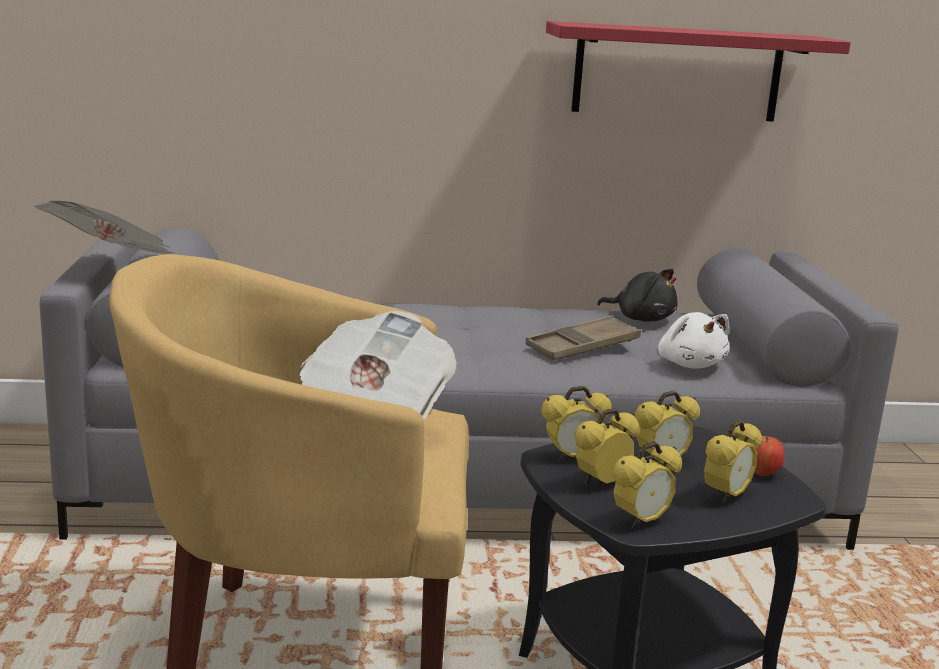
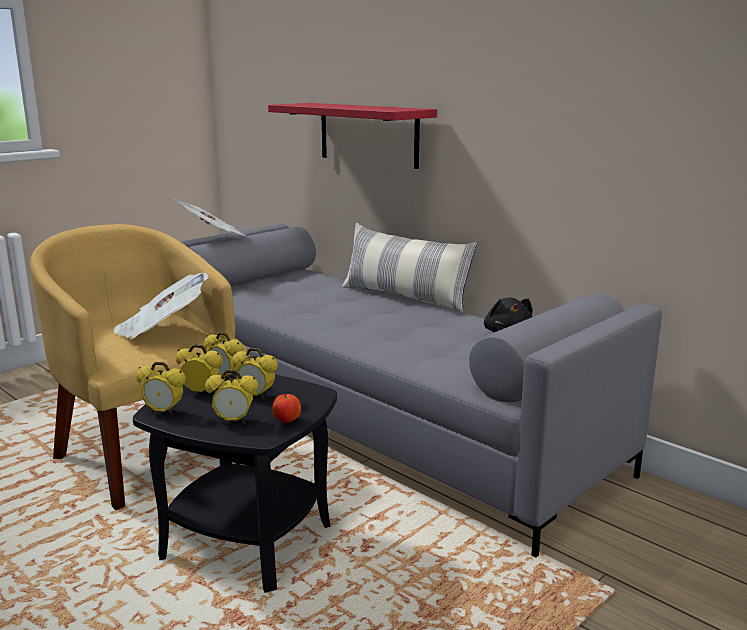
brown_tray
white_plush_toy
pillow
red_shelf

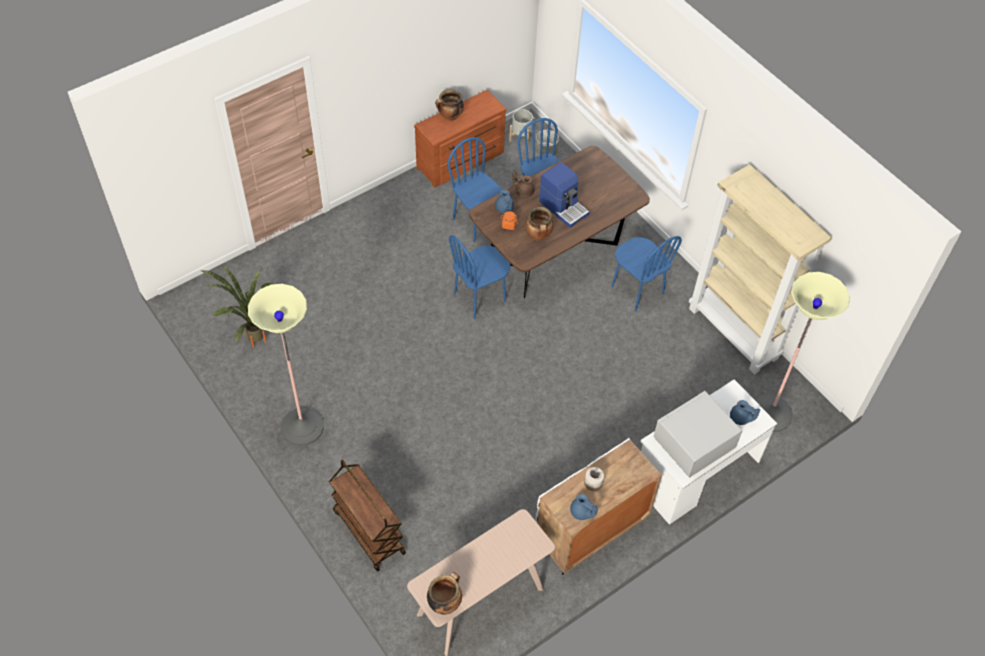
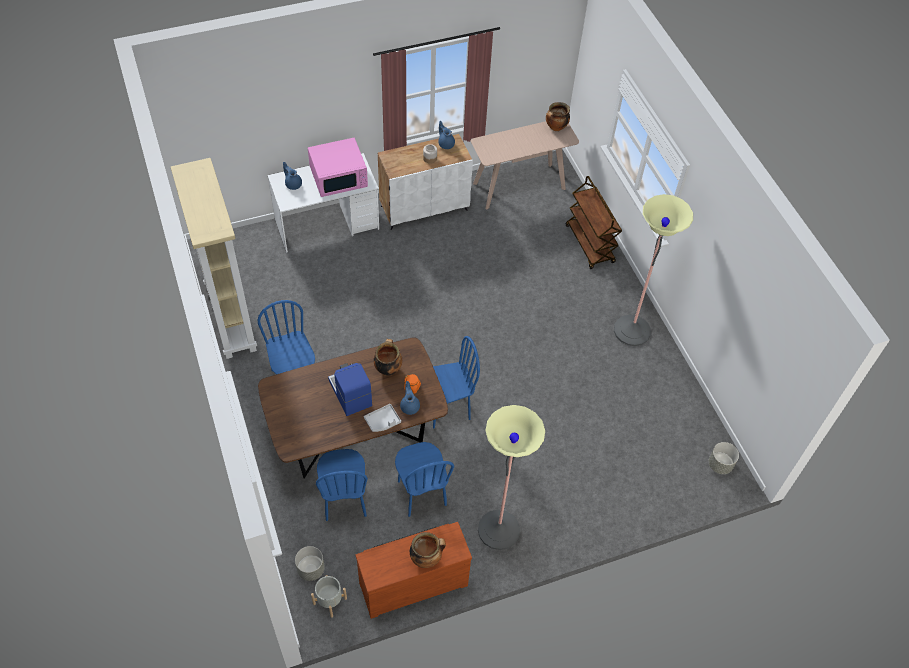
potted_plant
grey_planter (3rd from left)
floor_lamp (1st from left)
grey_tray
pink_microwave

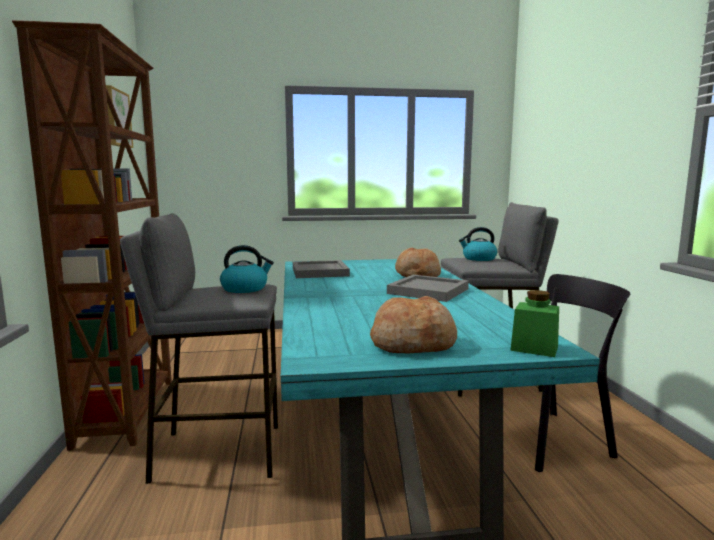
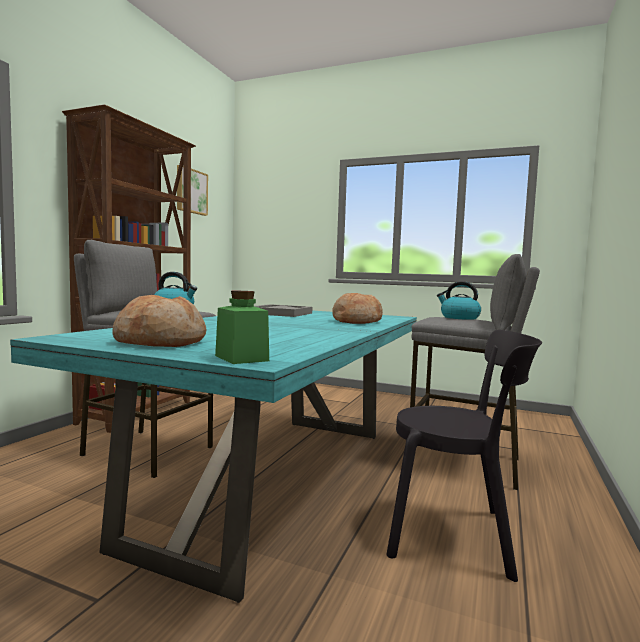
grey_tray (2nd from left in the first image)

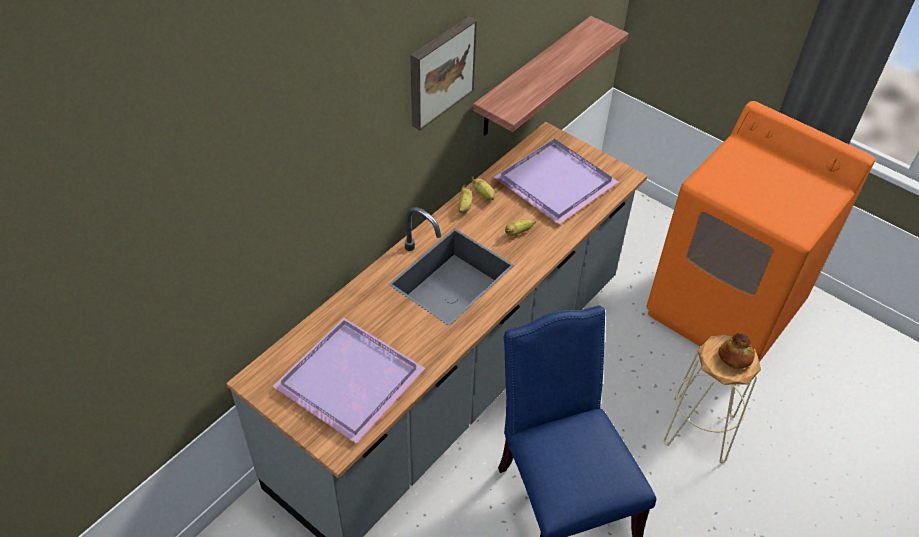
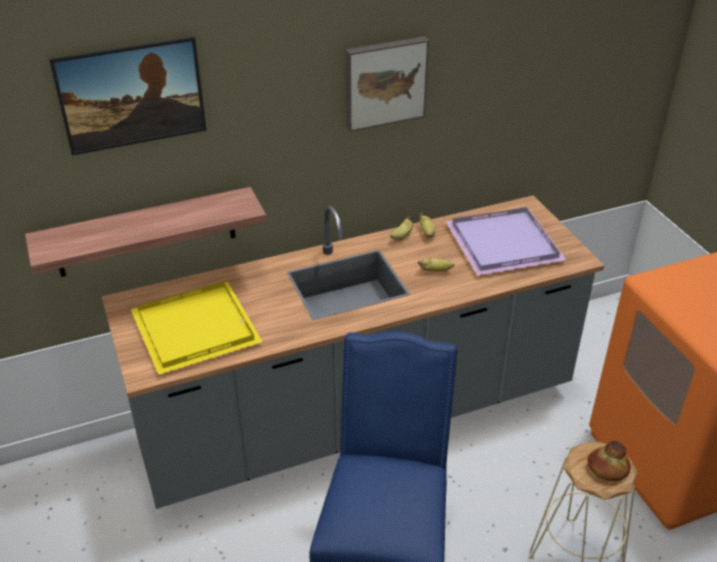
picture (1st from left)
shelf
yellow_tray

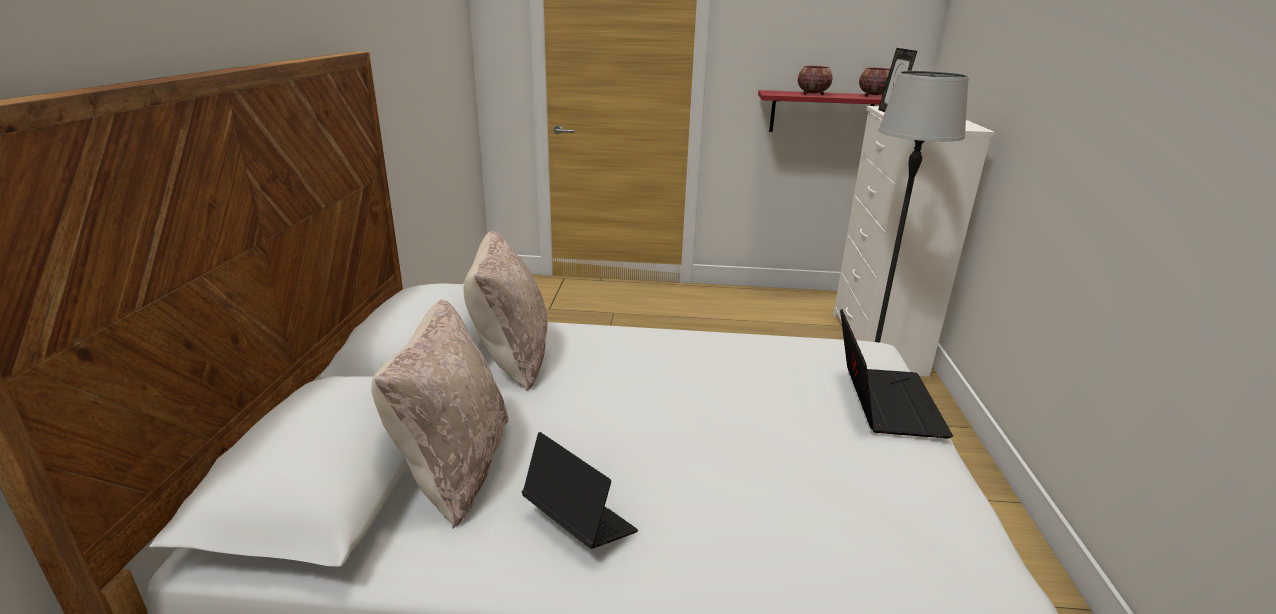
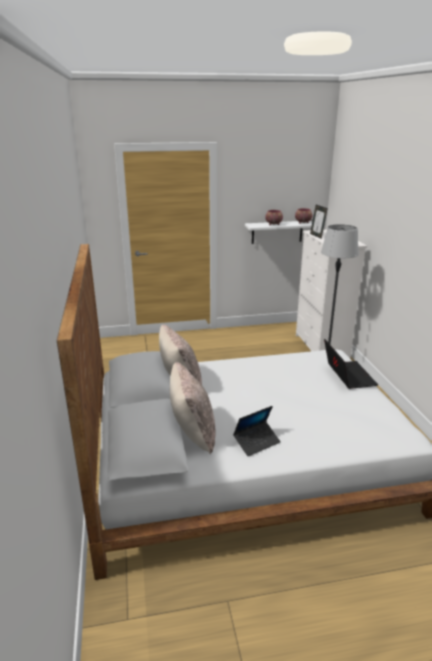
white_shelf
laptop (1st from left)

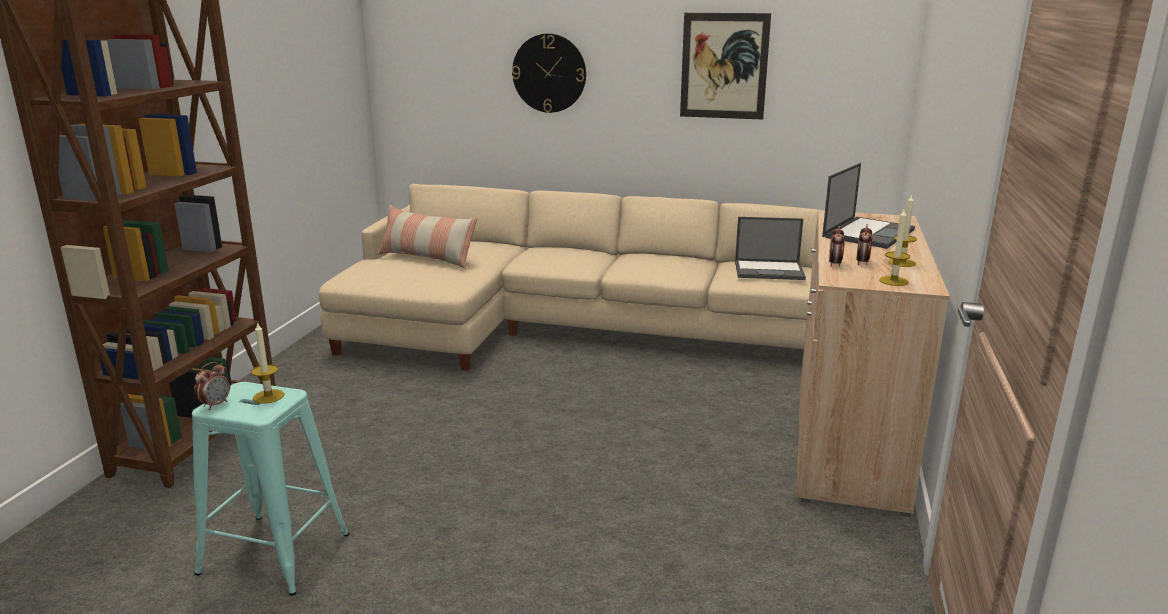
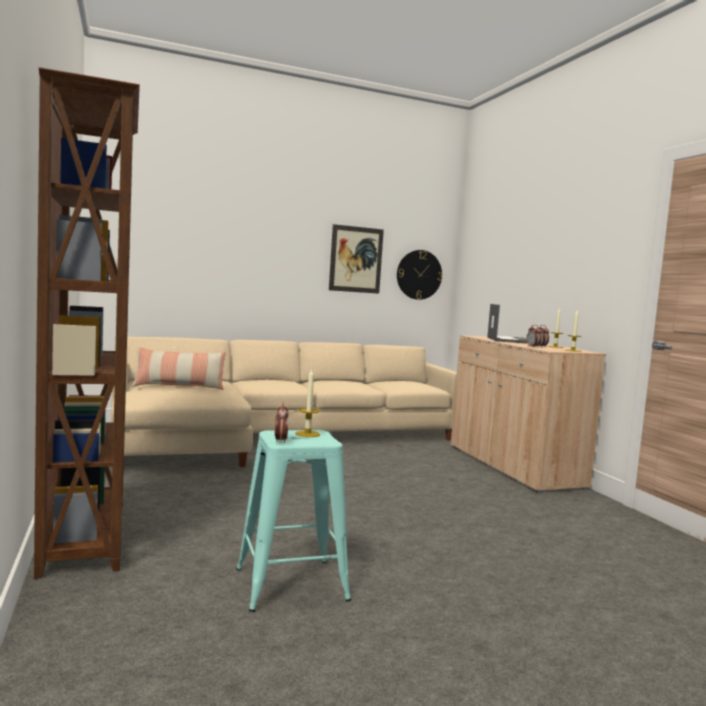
laptop (1st from left in the first image)
wall_clock

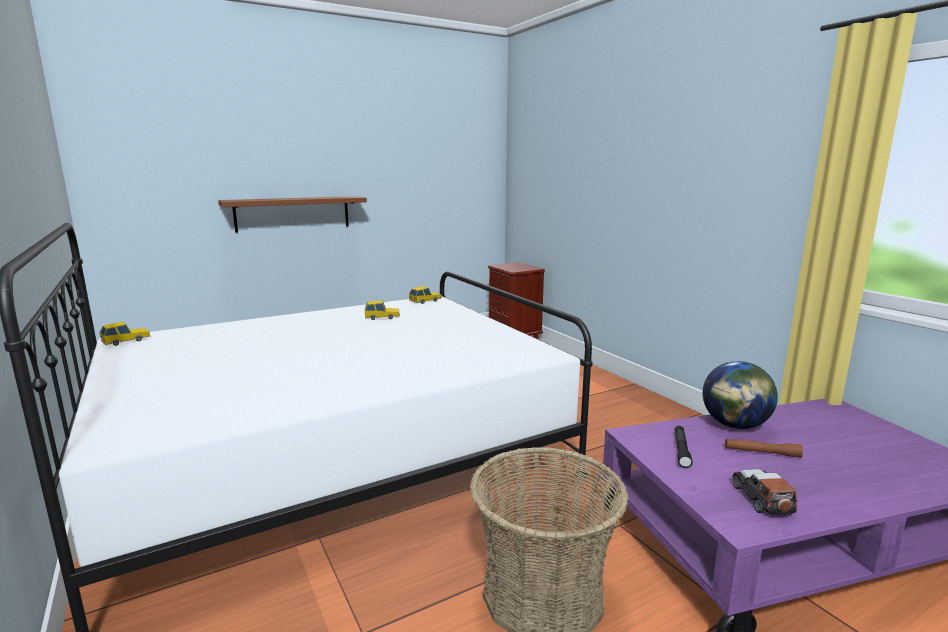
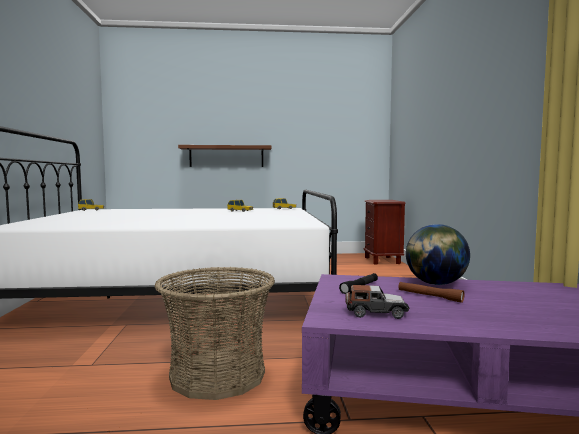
toy_car (4th from left)

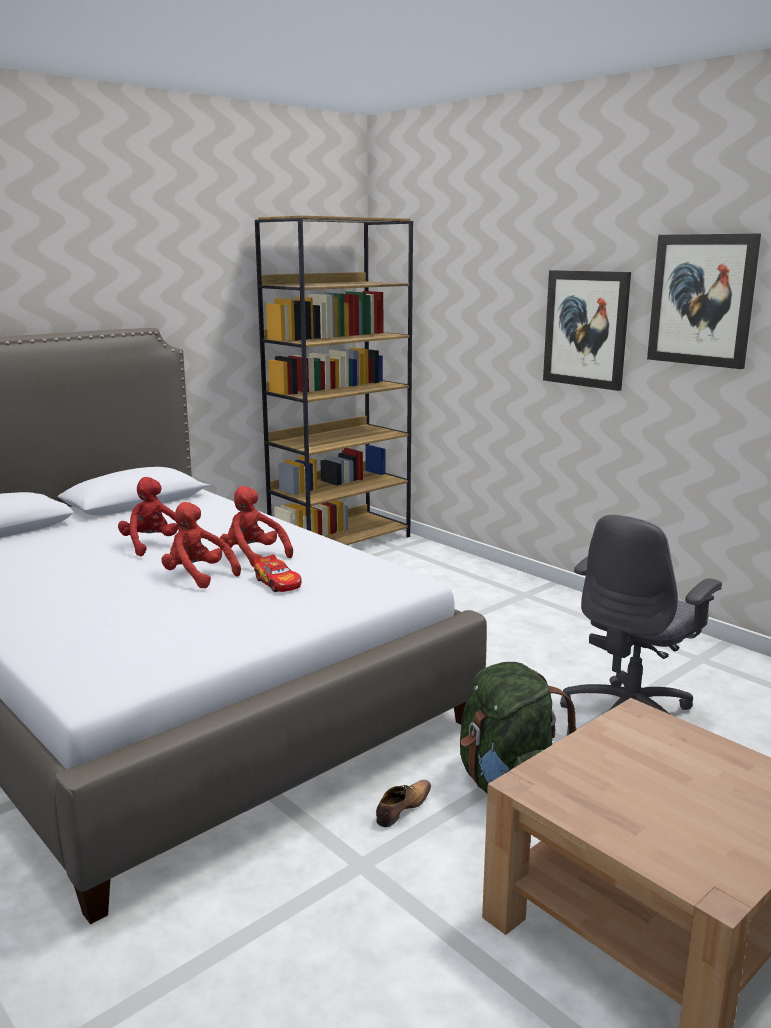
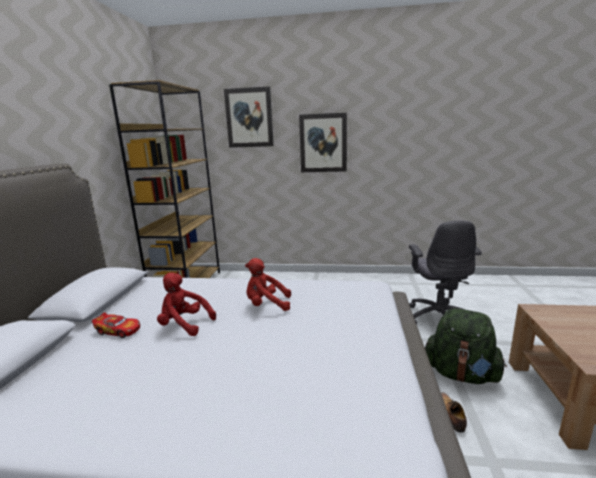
red_plush_toy (2nd from left in the first image)
toy_car
picture (1st from left)

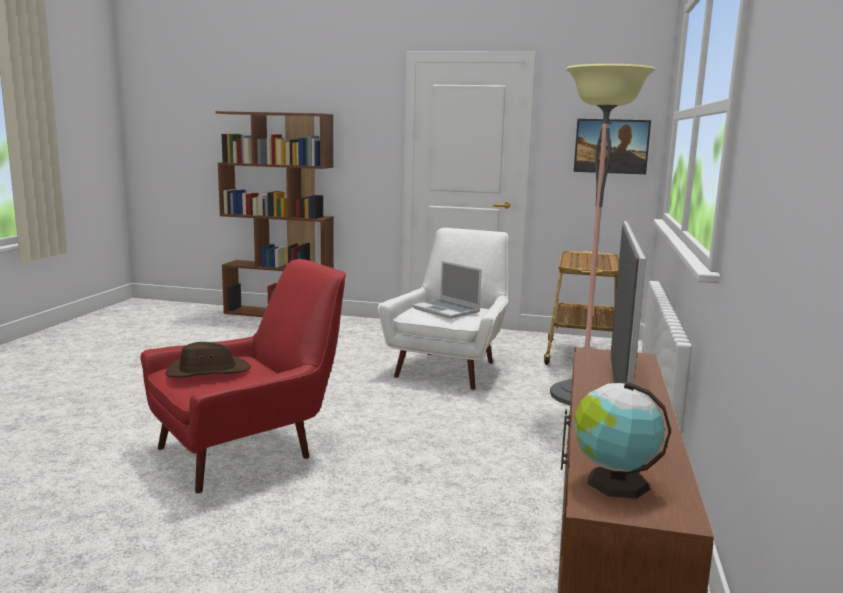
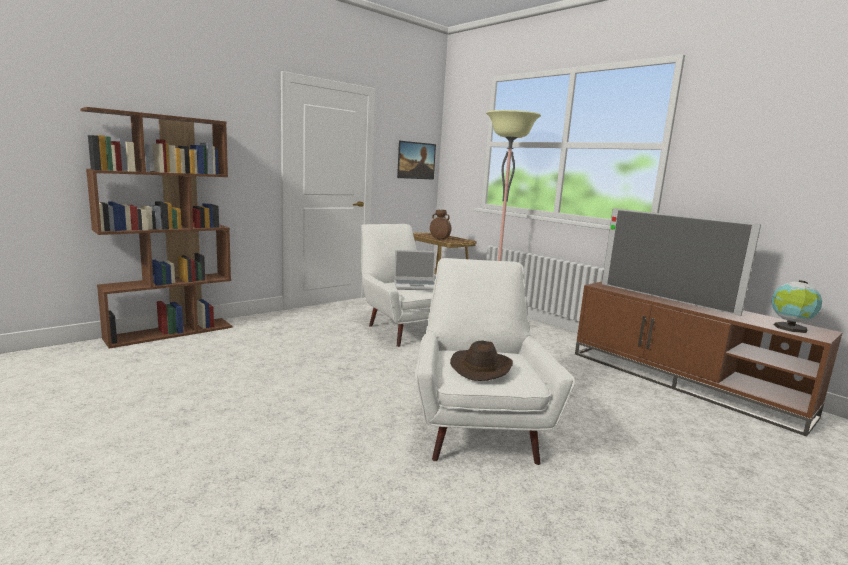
brown_vase
white_armchair (2nd from left)

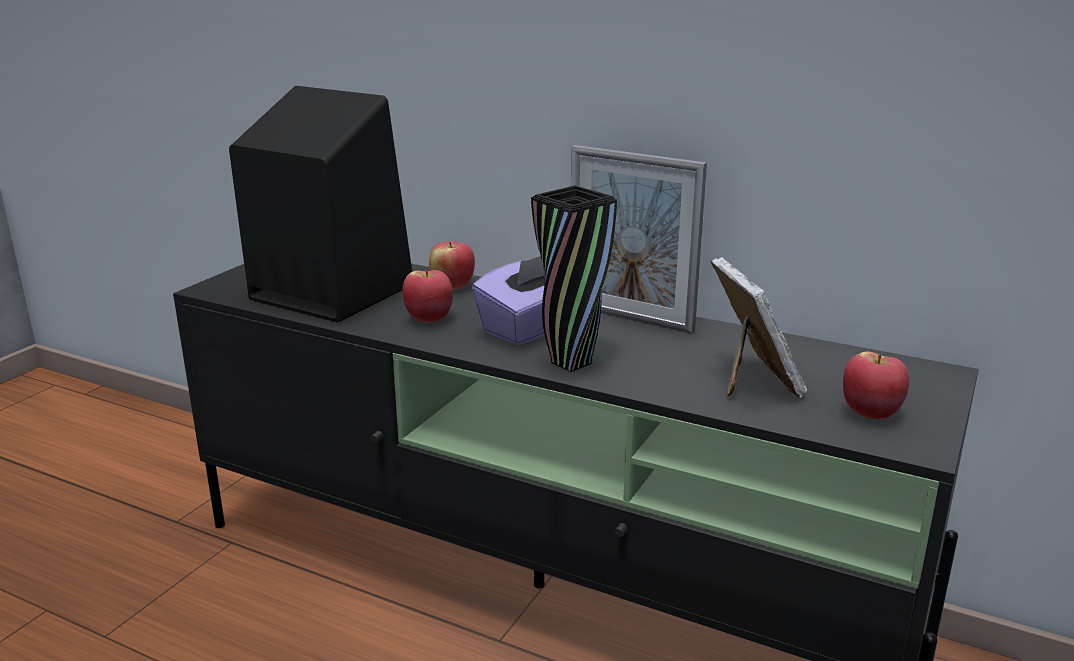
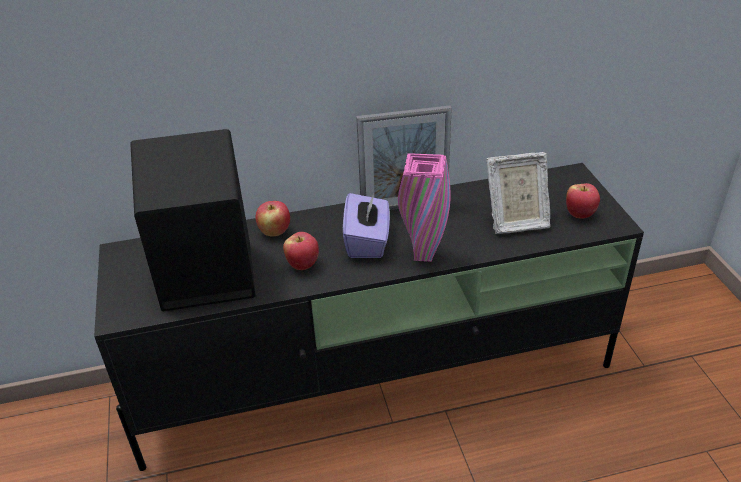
pink_vase
picture_frame (2nd from left)

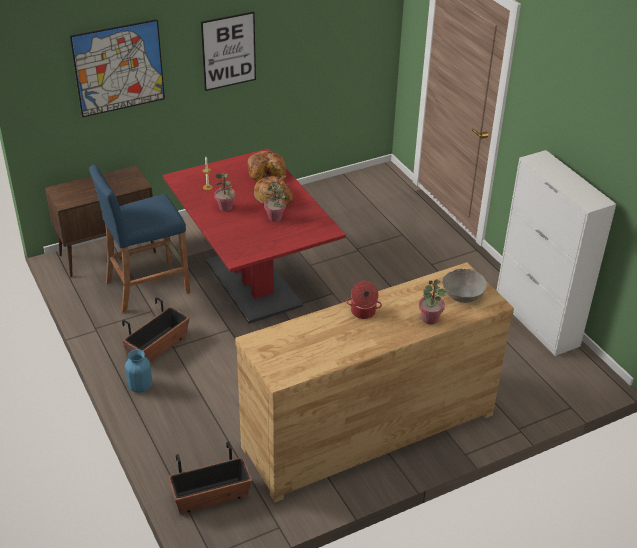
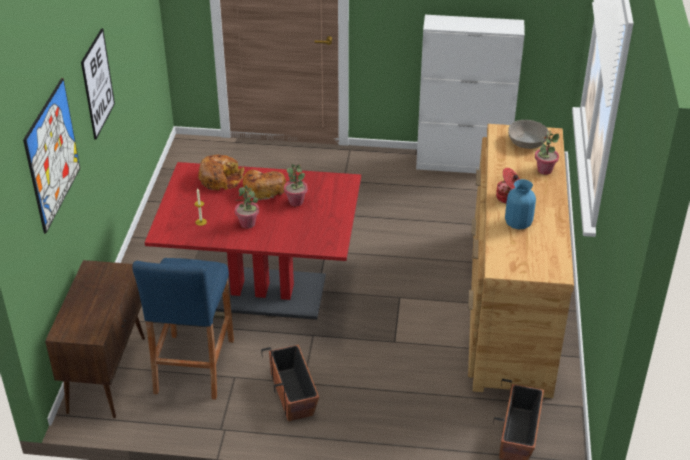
blue_vase

